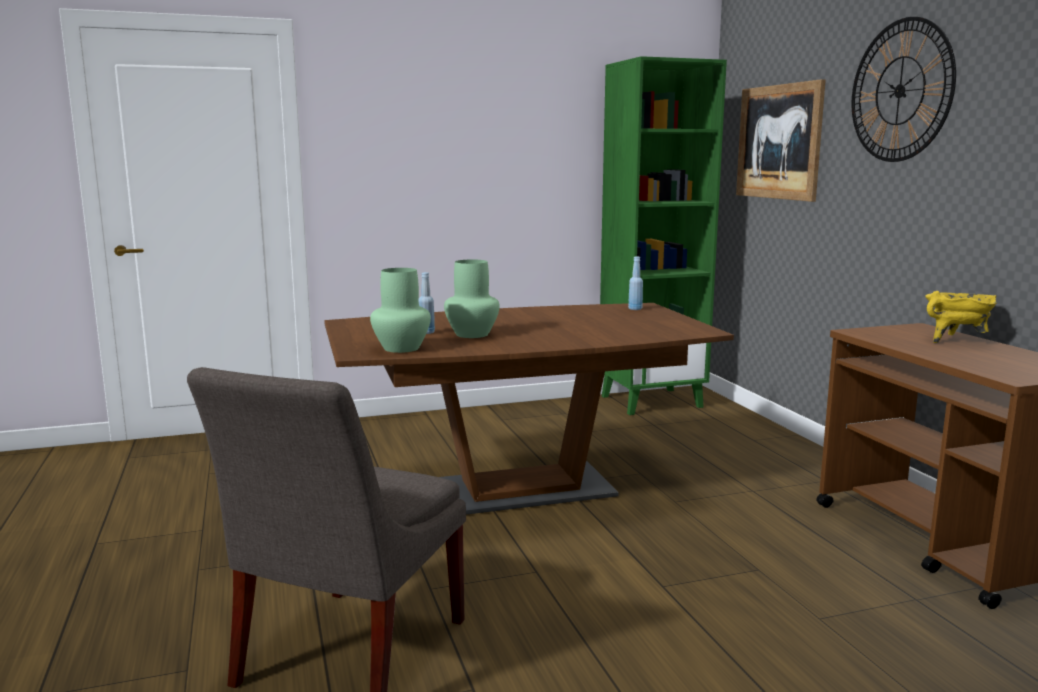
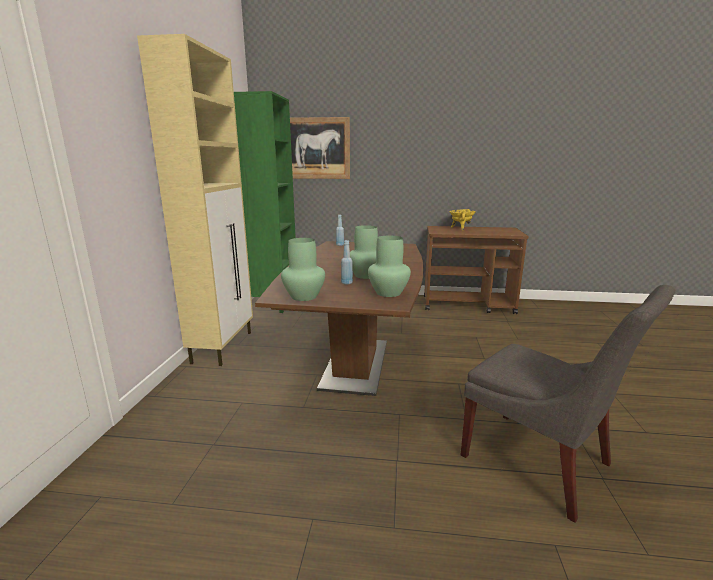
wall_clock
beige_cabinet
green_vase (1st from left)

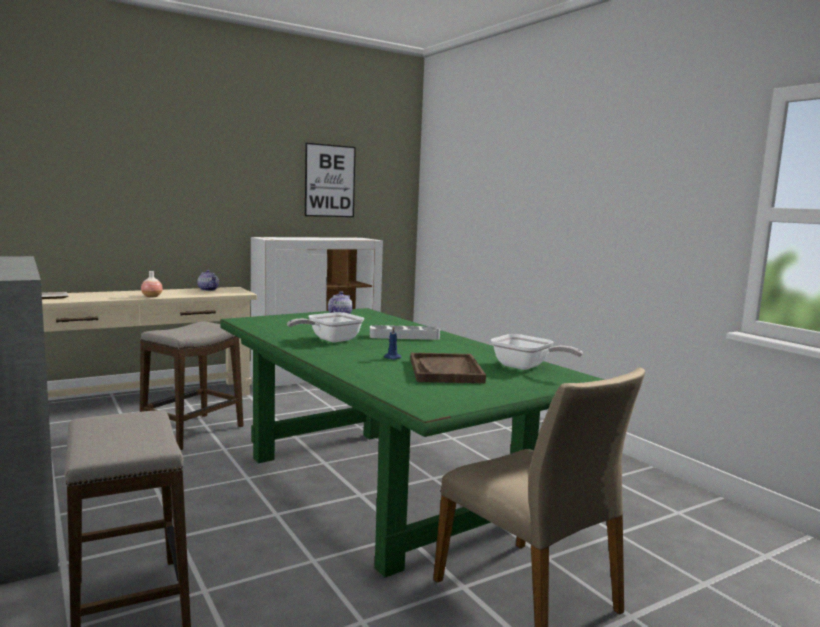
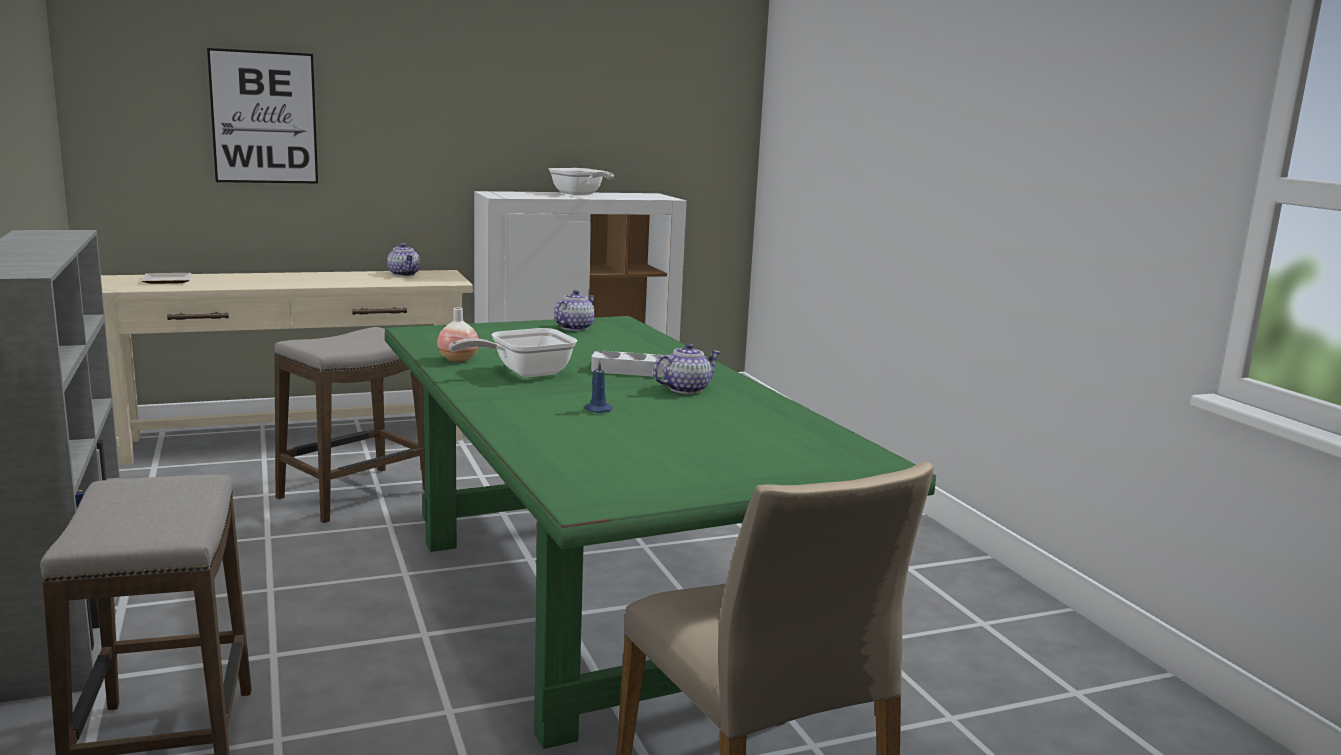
brown_tray
teapot (3rd from left)
vase
picture
frying_pan (2nd from left)

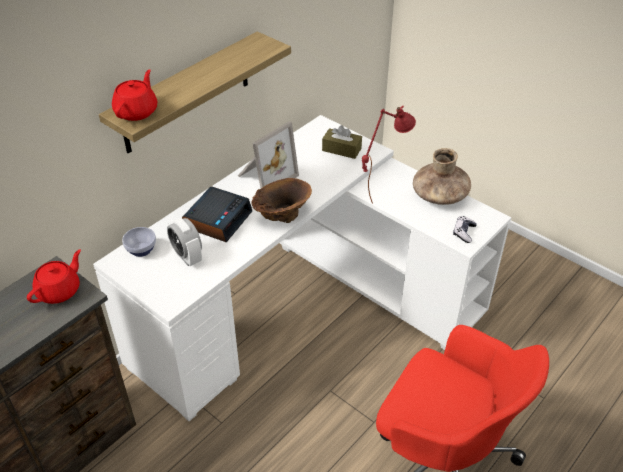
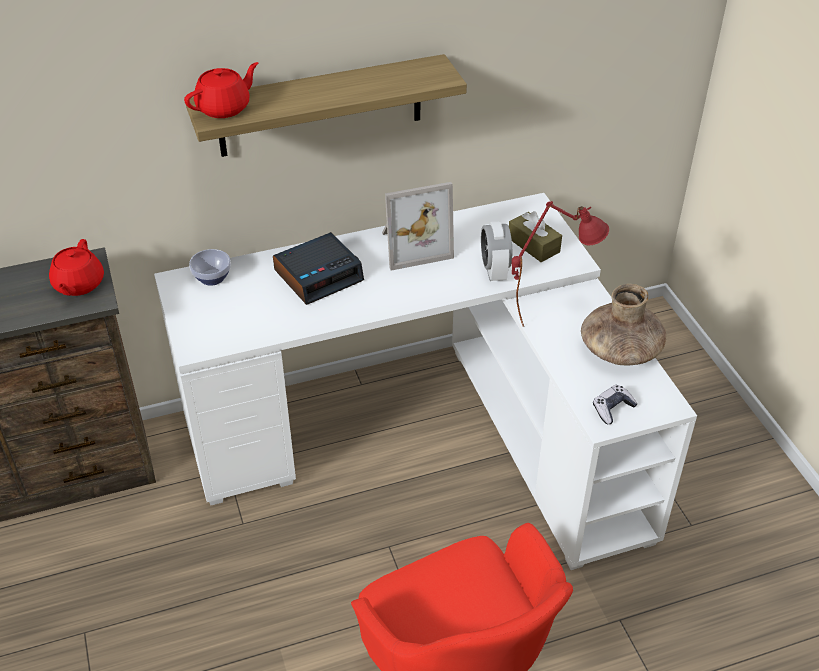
brown_vase (1st from left in the first image)
alarm_clock (2nd from left)
red_teapot (1st from left)

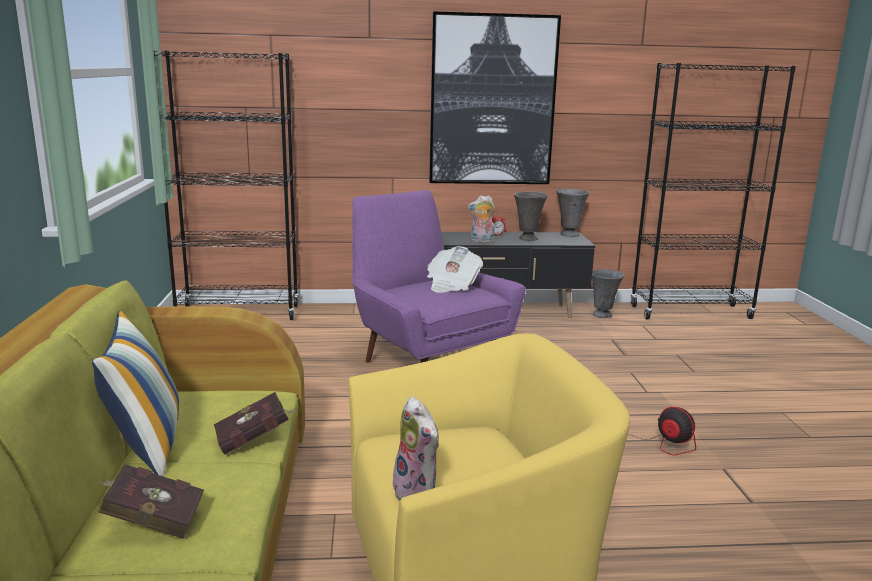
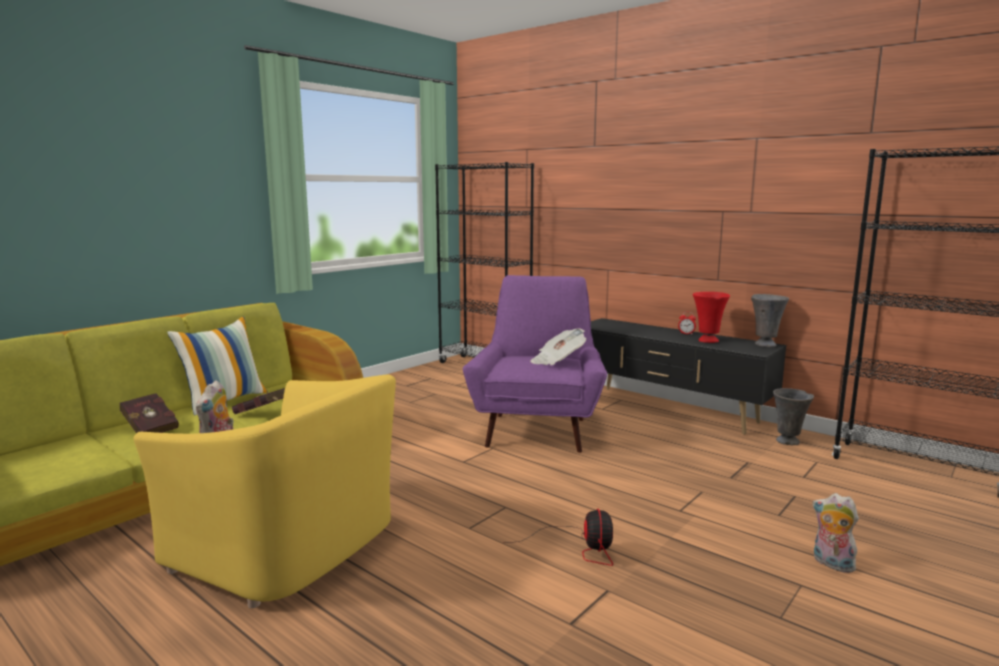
picture
plush_toy (2nd from left)
red_vase

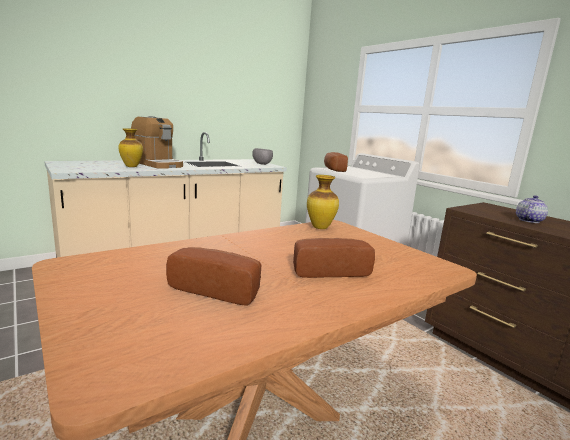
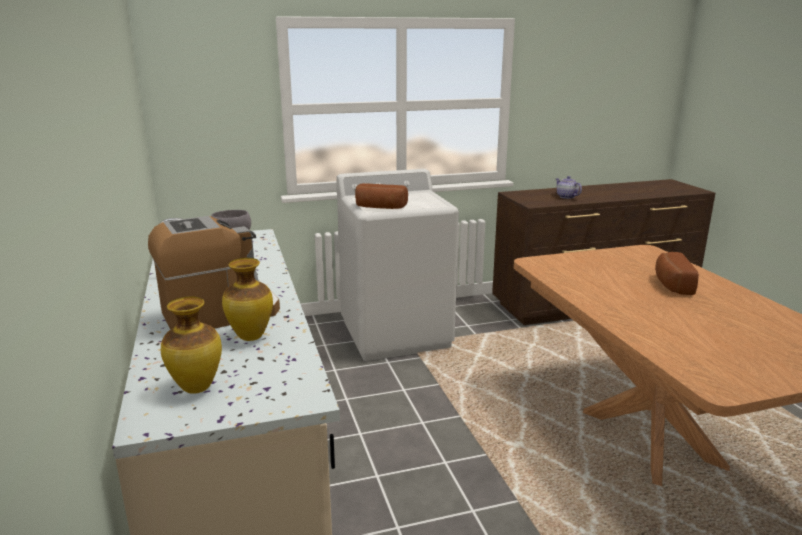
bread (1st from left in the first image)
vase (1st from left)

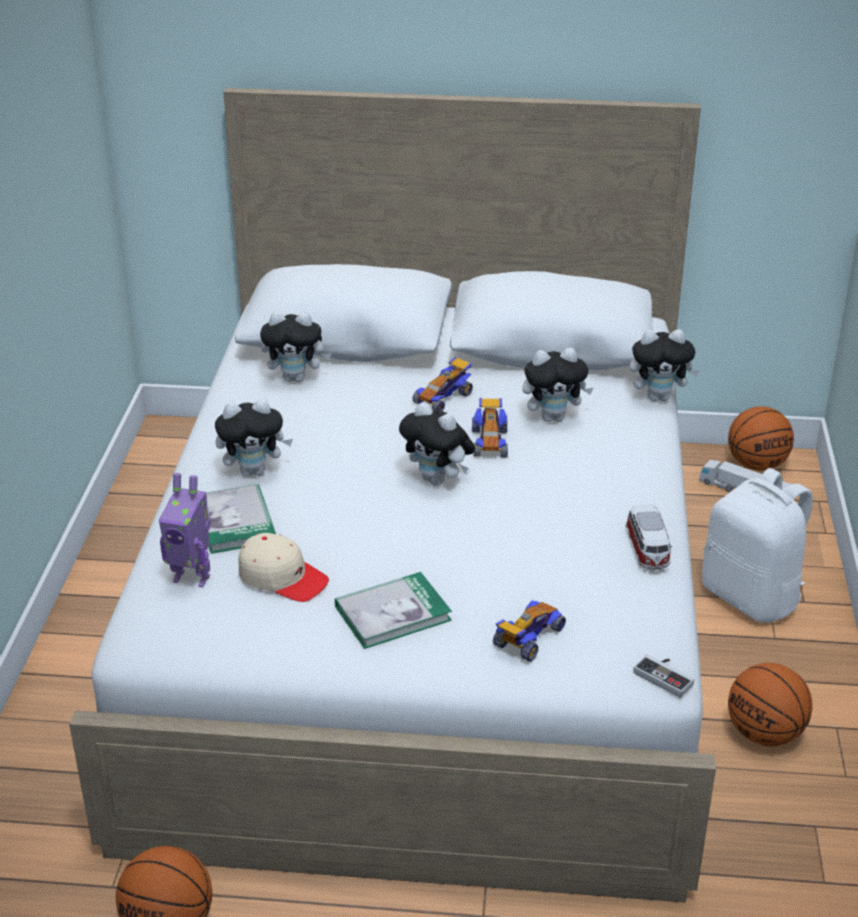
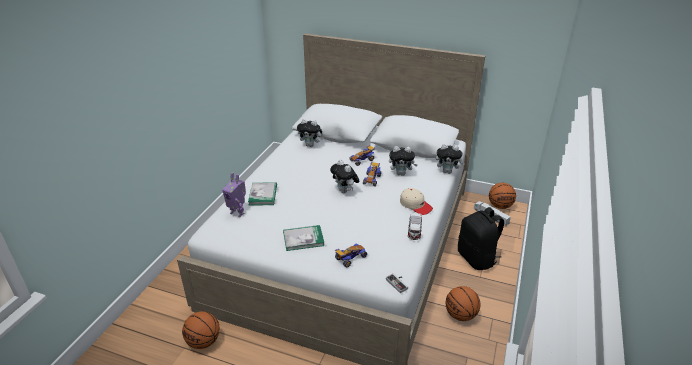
plush_toy (1st from left in the first image)
beige_cap
black_backpack

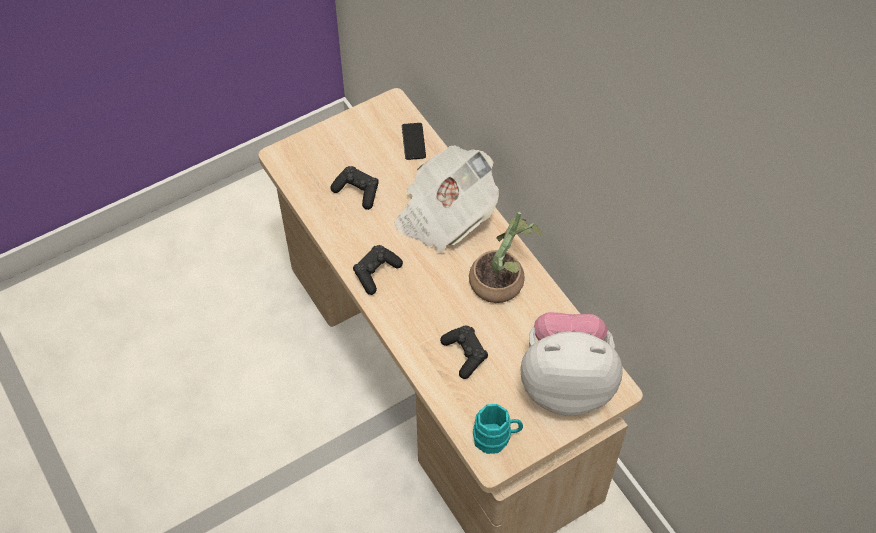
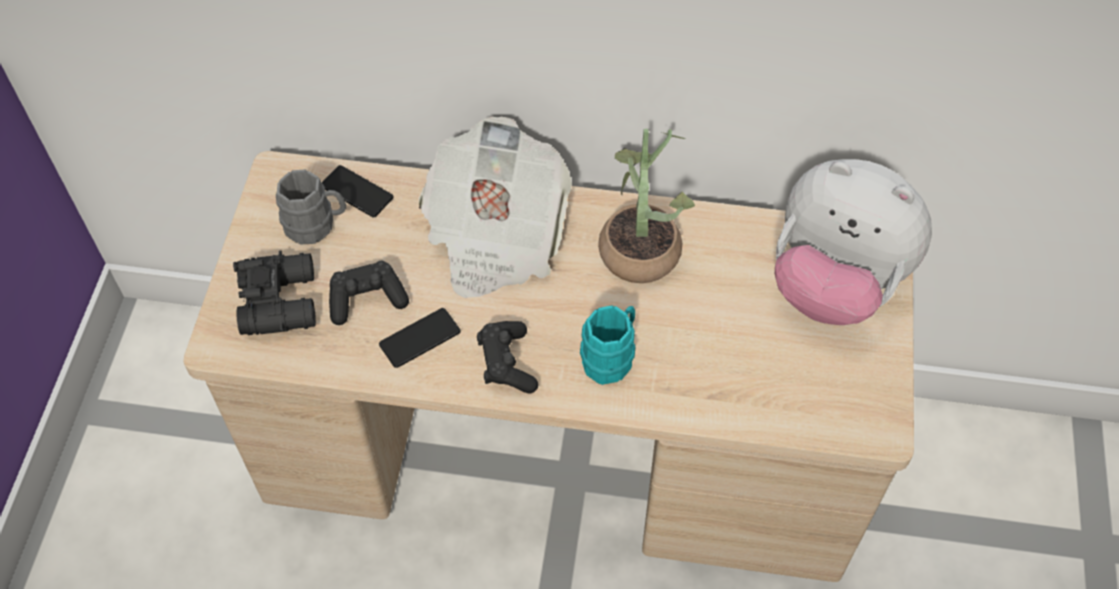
black_game_controller (3rd from left in the first image)
black_binoculars
grey_mug
phone (2nd from left)
turquoise_mug
plush_toy

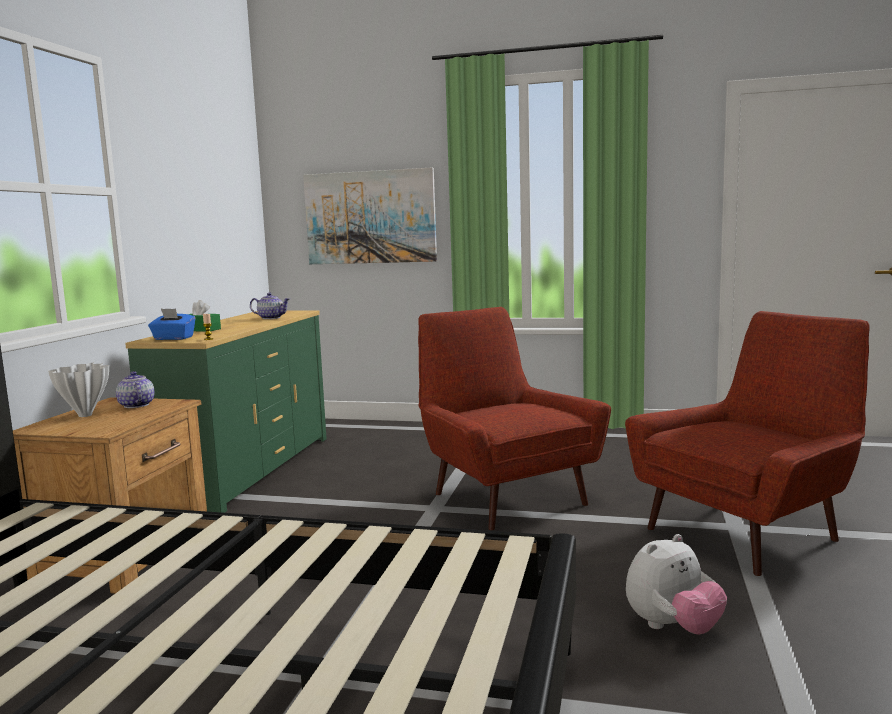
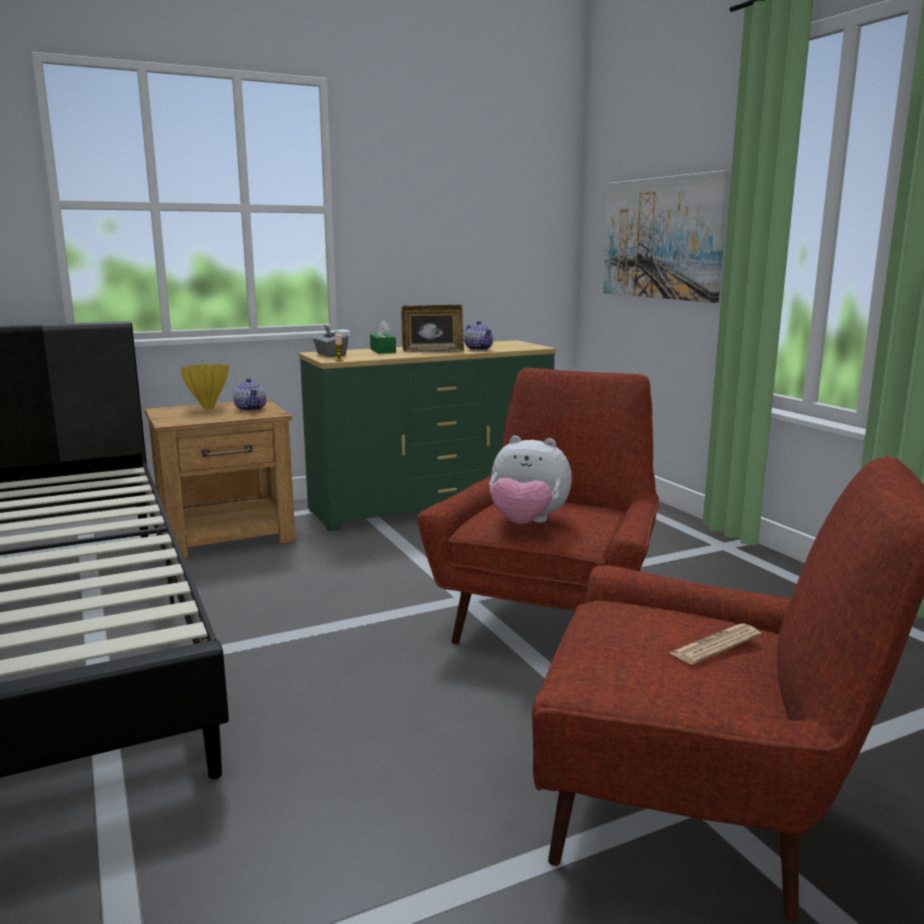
picture_frame
newspaper
plush_toy
yellow_vase
grey_tissue_box
teapot (1st from left)

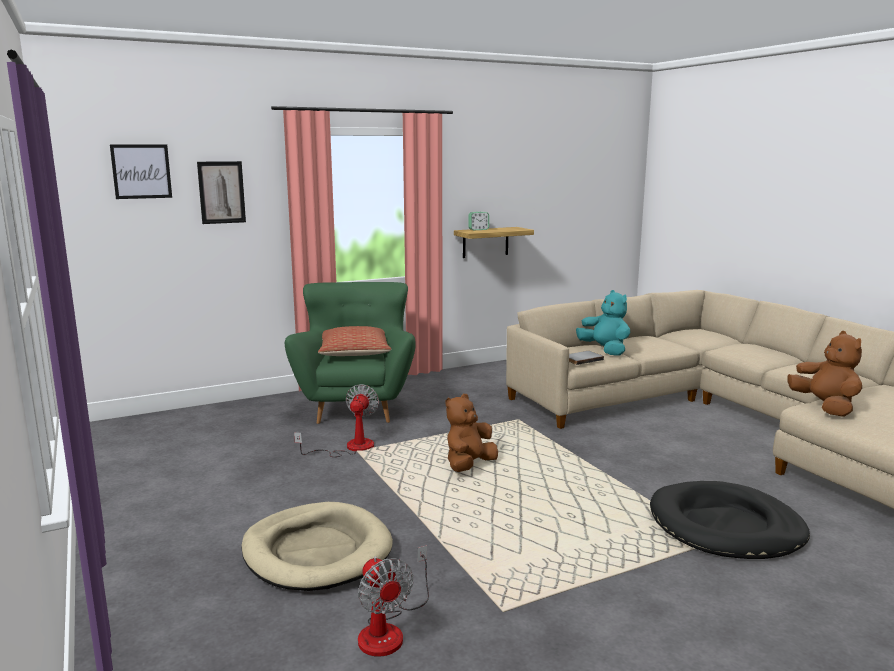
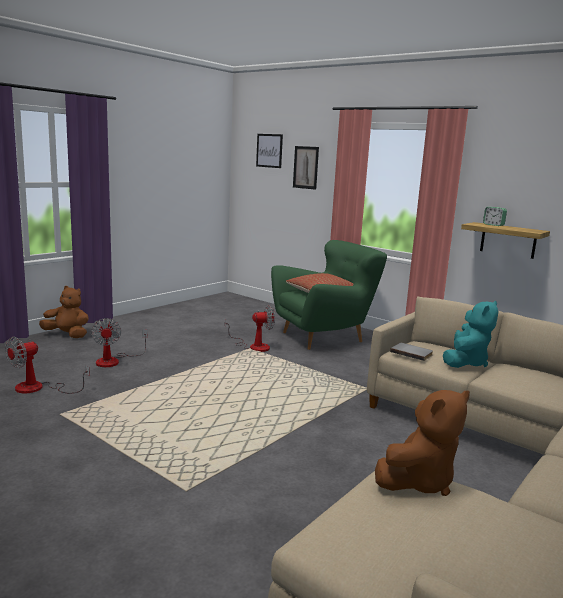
black_dog_bed
brown_plush_toy (1st from left)
fan (2nd from left)

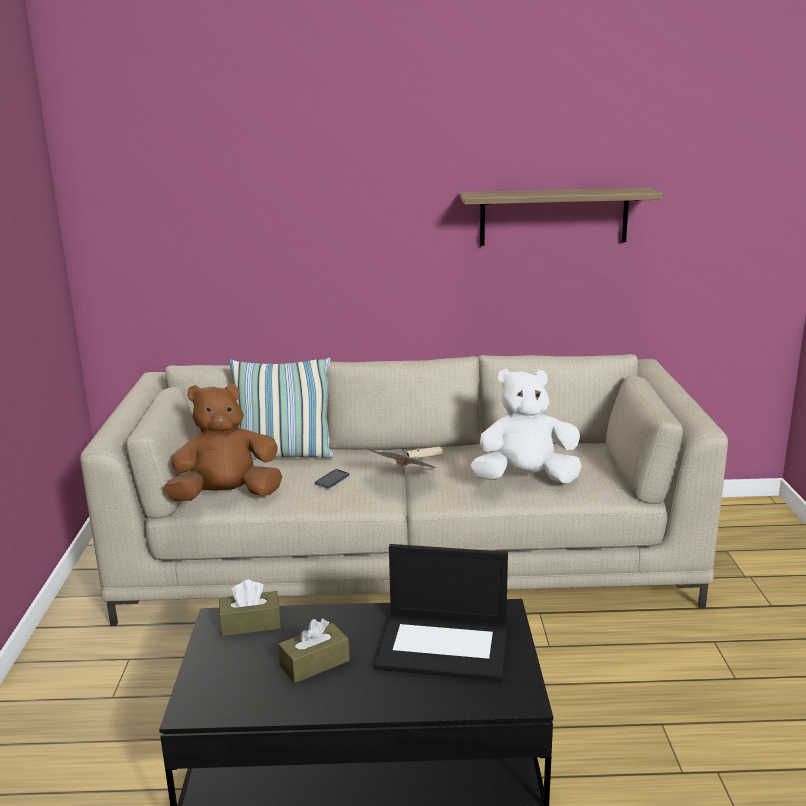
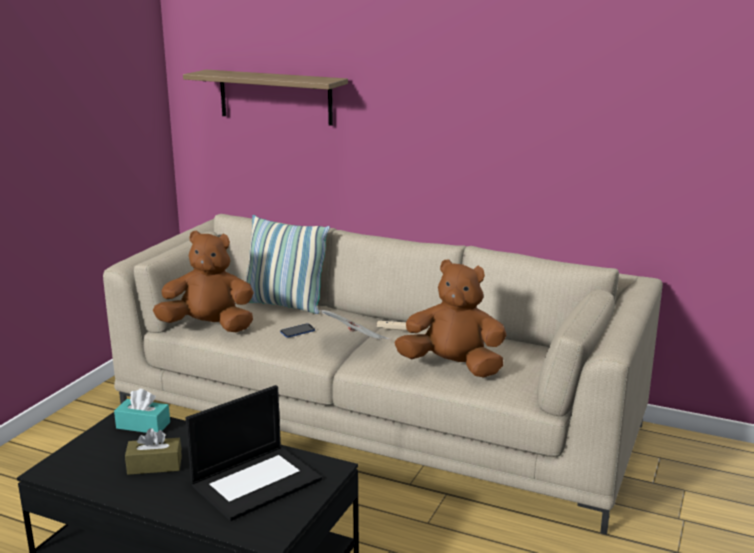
shelf
turquoise_tissue_box
brown_plush_toy (2nd from left)
laptop

